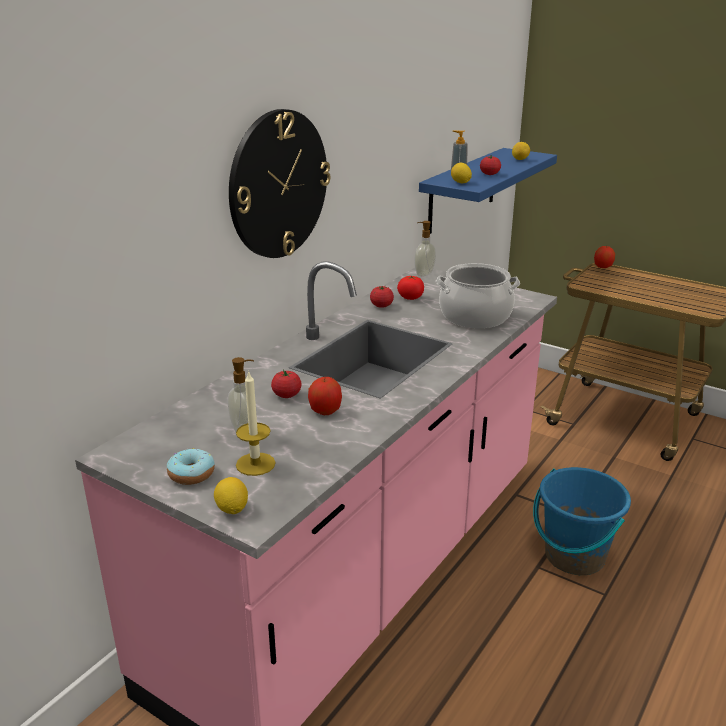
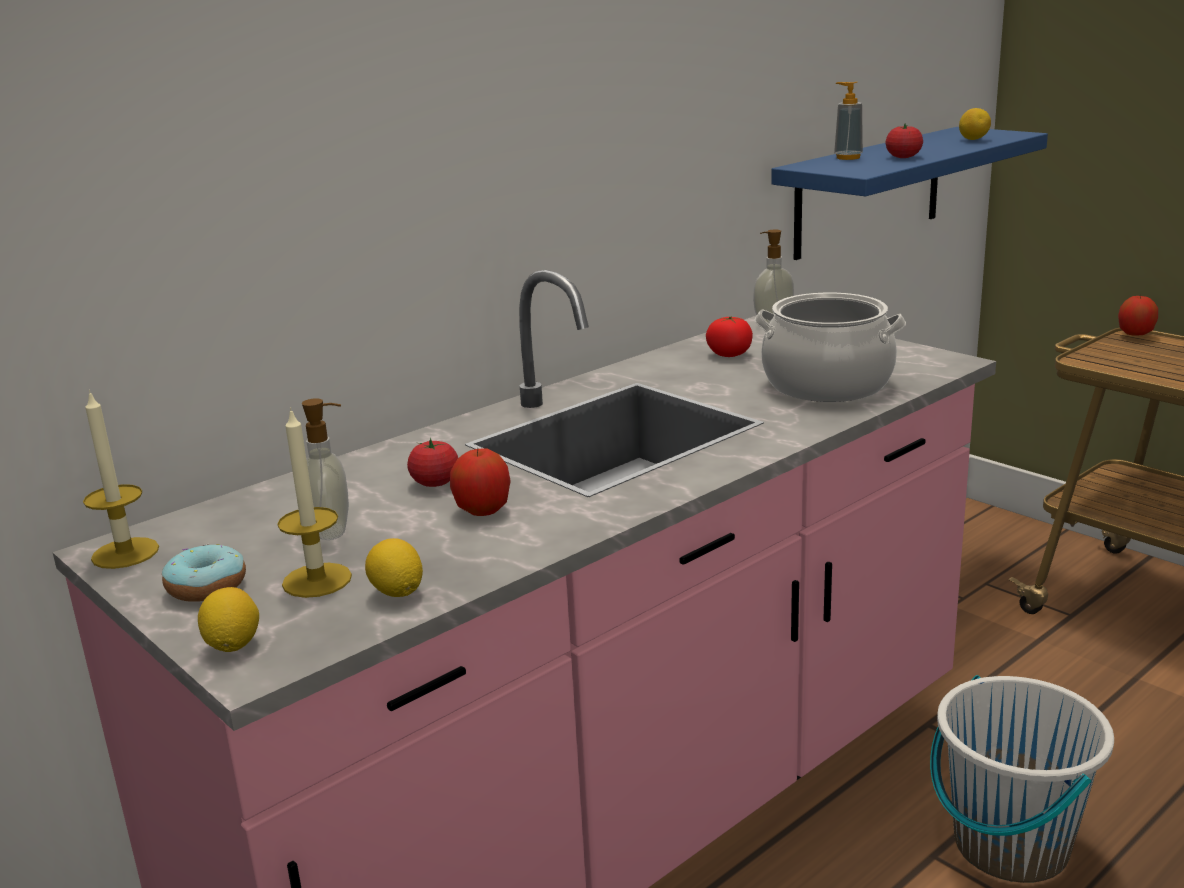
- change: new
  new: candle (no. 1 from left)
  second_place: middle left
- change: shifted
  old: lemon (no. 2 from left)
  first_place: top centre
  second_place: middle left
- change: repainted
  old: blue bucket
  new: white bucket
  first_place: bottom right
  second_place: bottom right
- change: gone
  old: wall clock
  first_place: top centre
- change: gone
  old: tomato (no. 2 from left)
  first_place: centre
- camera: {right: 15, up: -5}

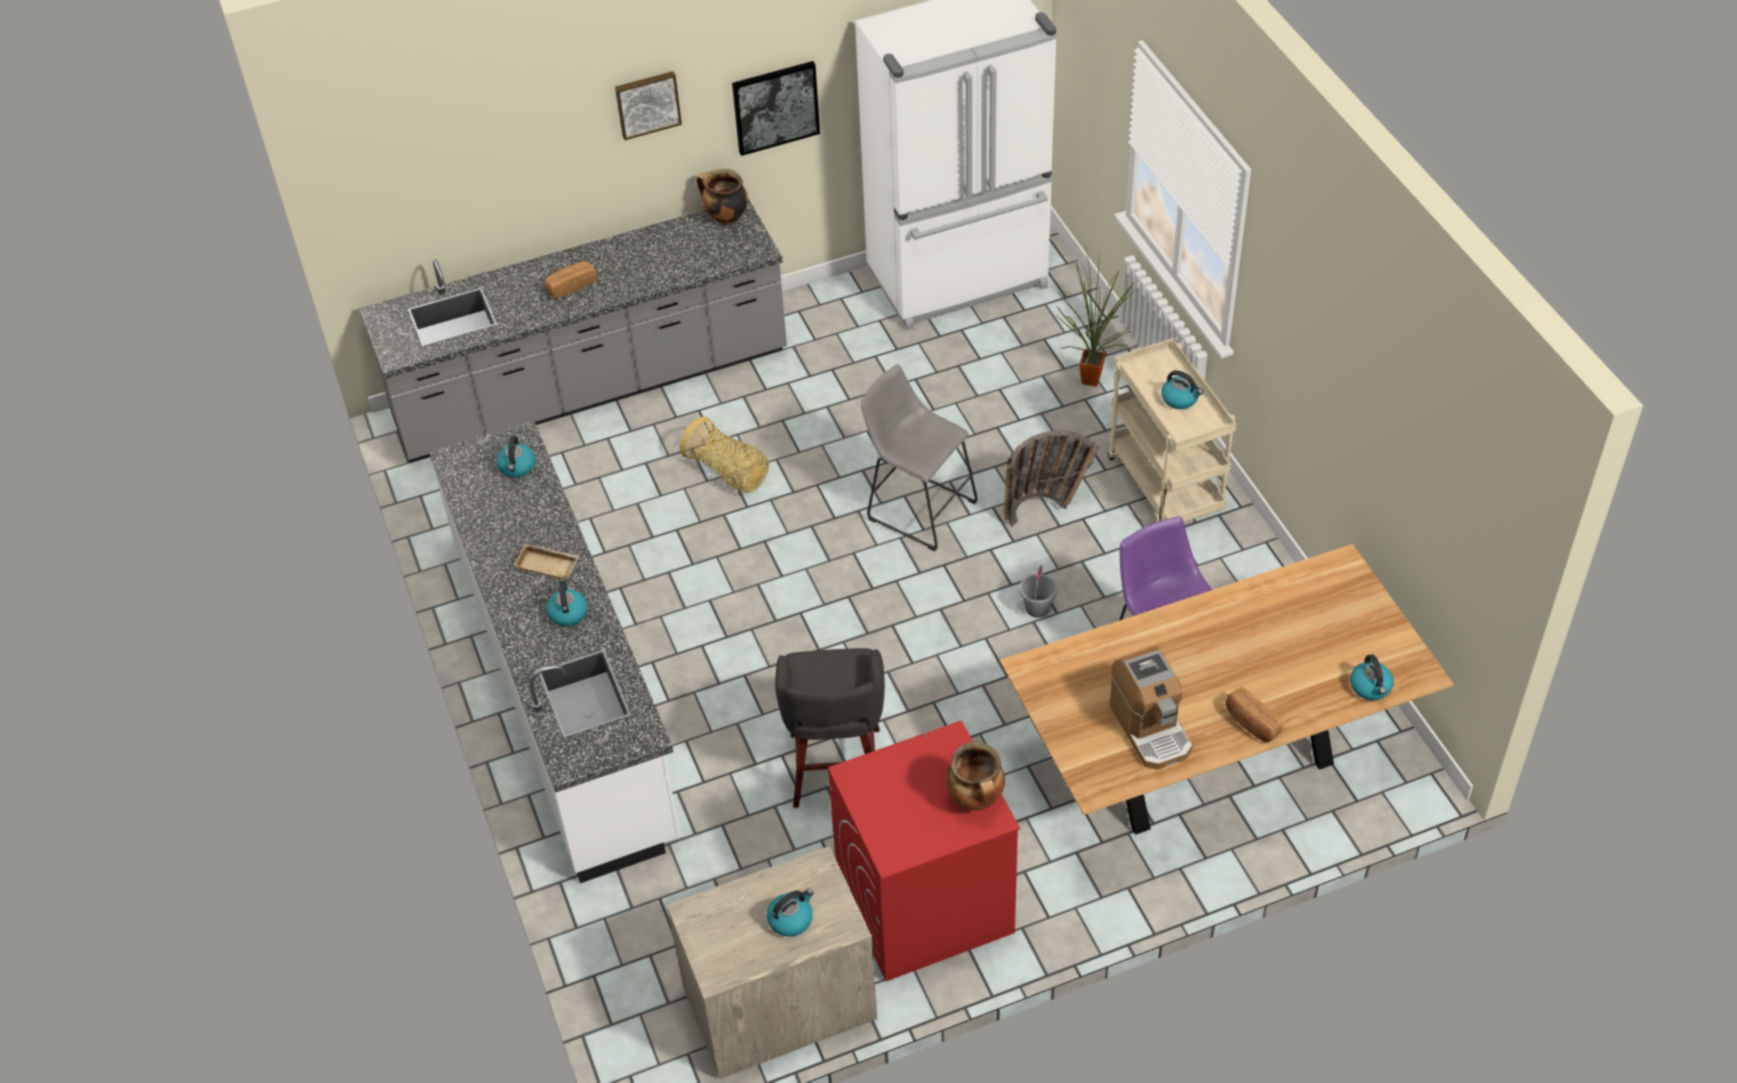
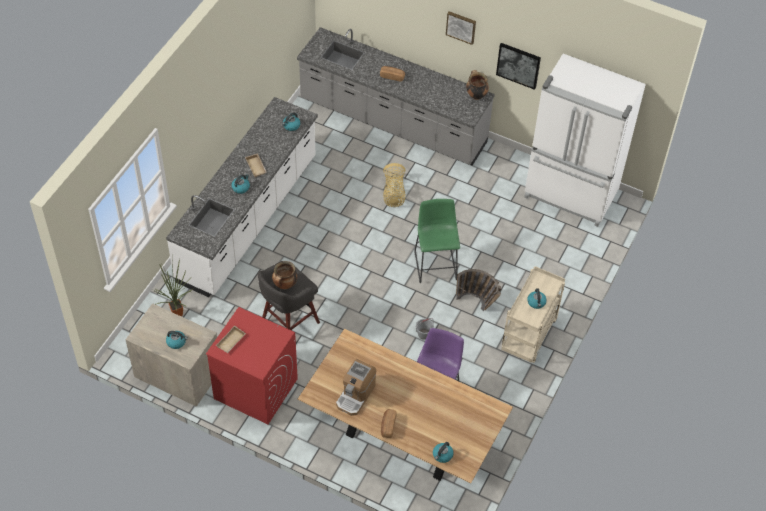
- change: shifted
  old: potted plant
  first_place: top centre
  second_place: middle left
- change: new
  new: beige tray (no. 1 from left)
  second_place: middle left
- change: shifted
  old: cooking pot (no. 2 from left in the first image)
  new: cooking pot (no. 1 from left)
  first_place: bottom centre
  second_place: centre
- change: repainted
  old: grey stool (no. 2 from left)
  new: green stool
  first_place: centre
  second_place: centre
- camera: {right: 45, up: 5}

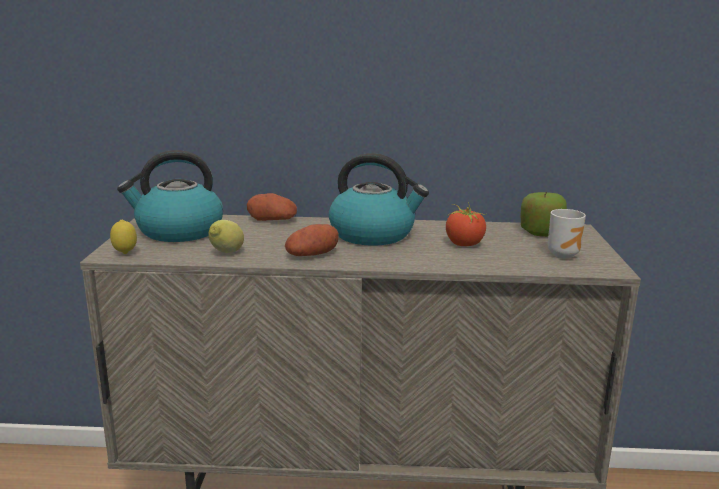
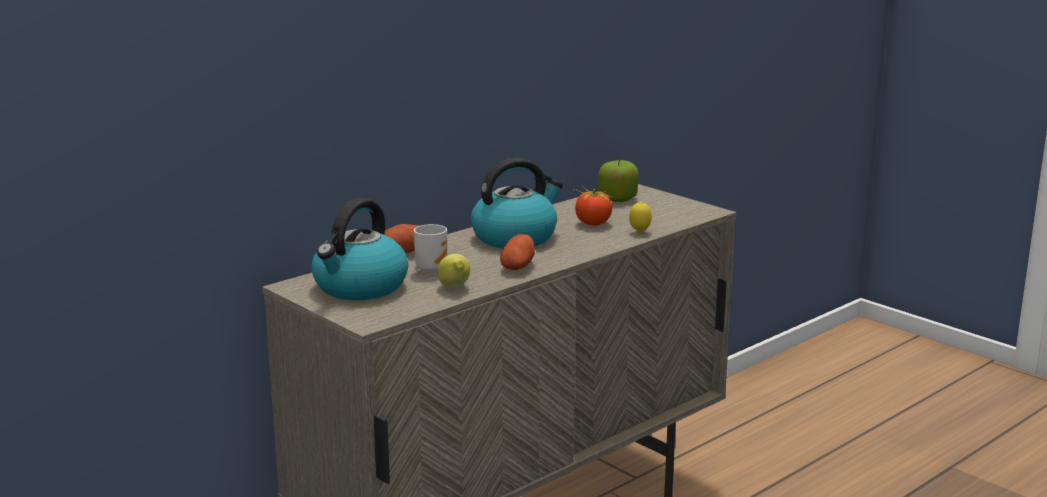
- change: shifted
  old: mug
  first_place: middle right
  second_place: centre
- change: shifted
  old: lemon (no. 1 from left in the first image)
  new: lemon (no. 2 from left)
  first_place: middle left
  second_place: centre
- camera: {right: -45, up: 0}

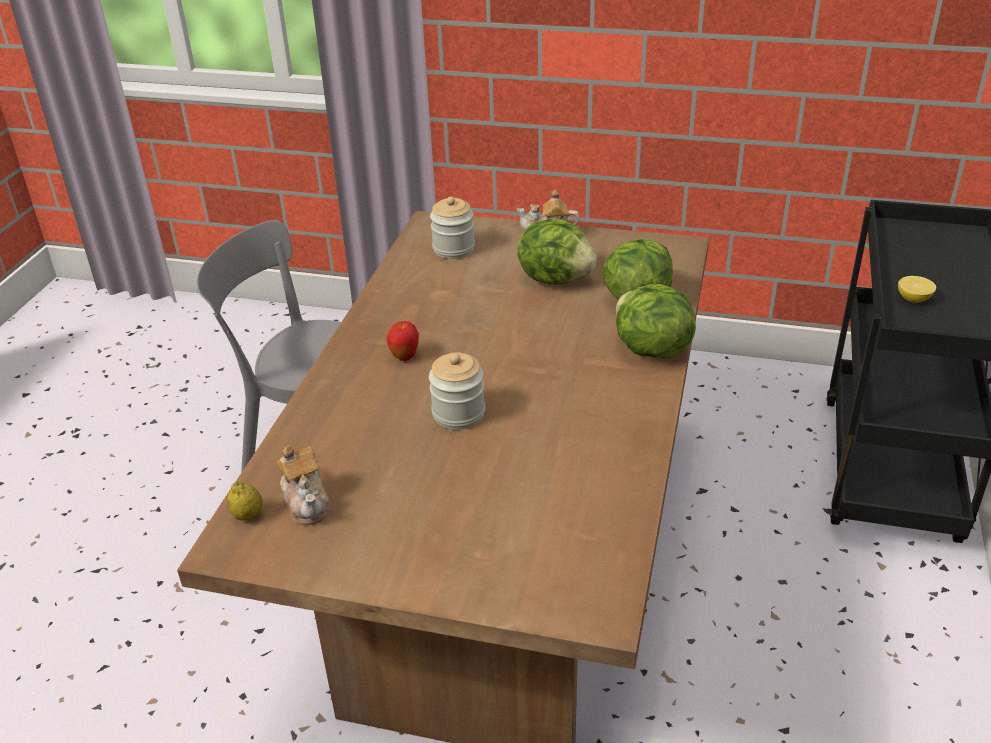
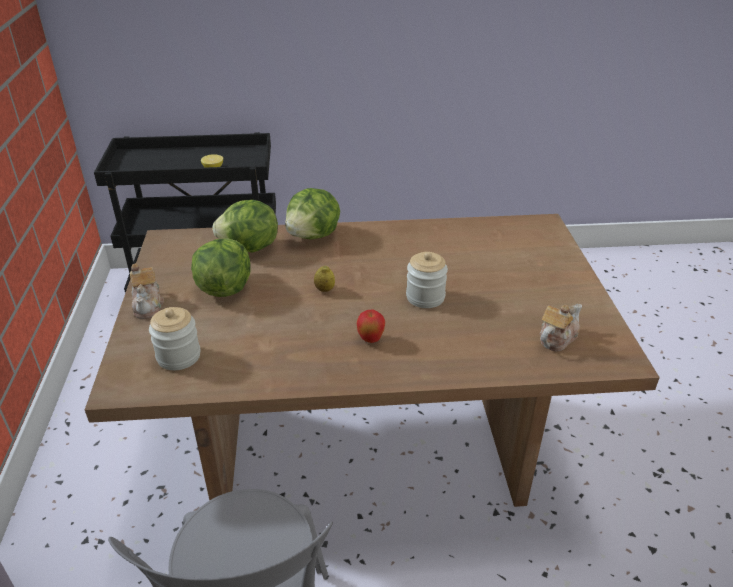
- change: shifted
  old: lemon (no. 1 from left in the first image)
  new: lemon (no. 2 from left)
  first_place: bottom left
  second_place: centre
- camera: {right: -110, up: 0}

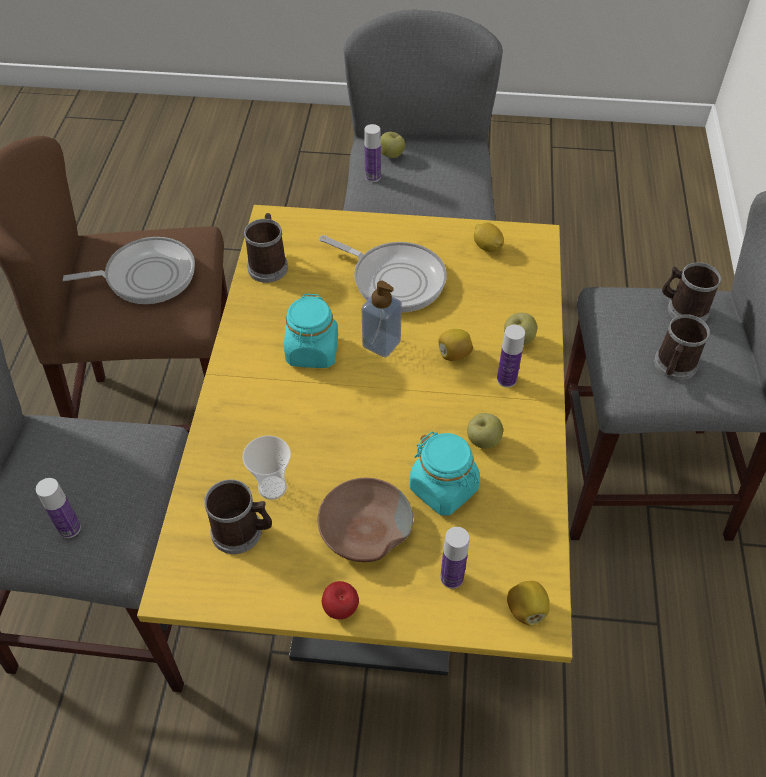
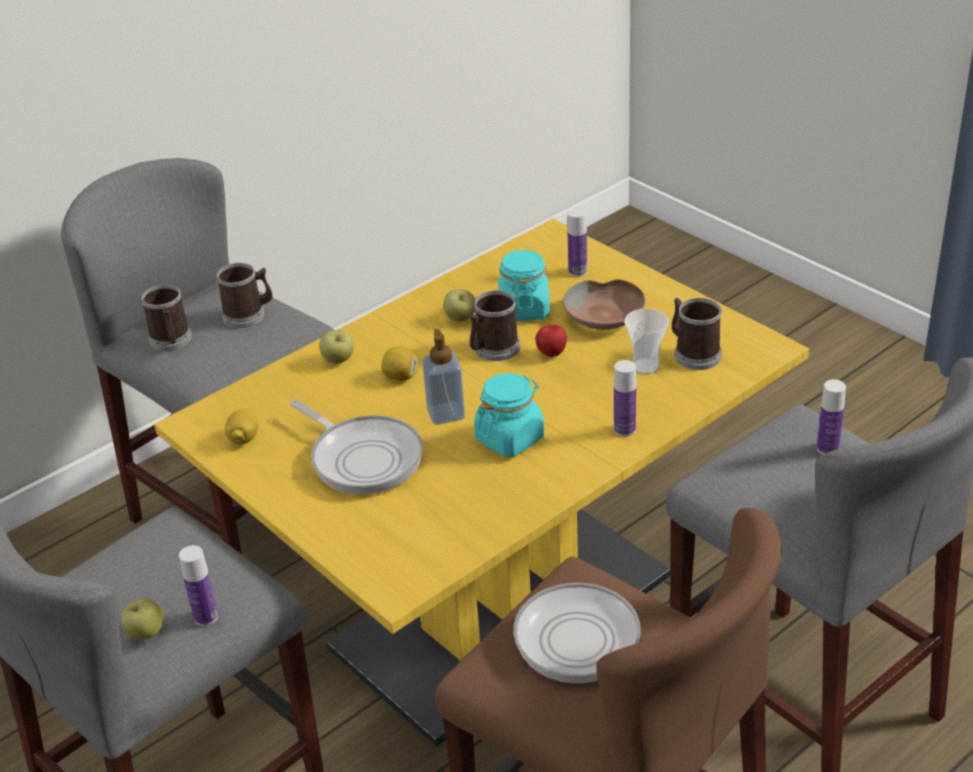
- change: rotated
  old: frying pan (no. 2 from left in the first image)
  first_place: centre
  second_place: centre
  degrees: 150
- change: shifted
  old: mug (no. 2 from left in the first image)
  new: mug (no. 3 from left)
  first_place: top centre
  second_place: centre
- change: shifted
  old: apple (no. 1 from left in the first image)
  new: apple (no. 4 from left)
  first_place: bottom centre
  second_place: centre
- change: shifted
  old: bottle (no. 4 from left in the first image)
  new: bottle (no. 3 from left)
  first_place: middle right
  second_place: centre
- change: gone
  old: lemon (no. 3 from left)
  first_place: bottom right
- camera: {right: -135, up: -15}

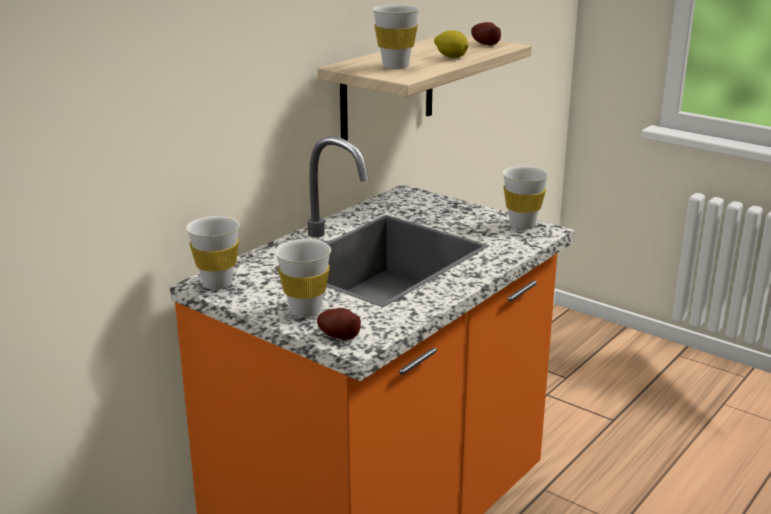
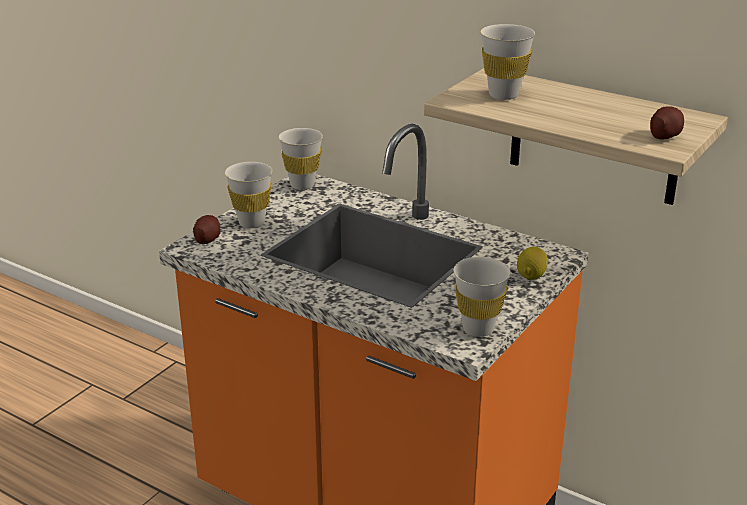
- change: shifted
  old: lemon
  first_place: top centre
  second_place: middle right
- camera: {right: 85, up: 5}

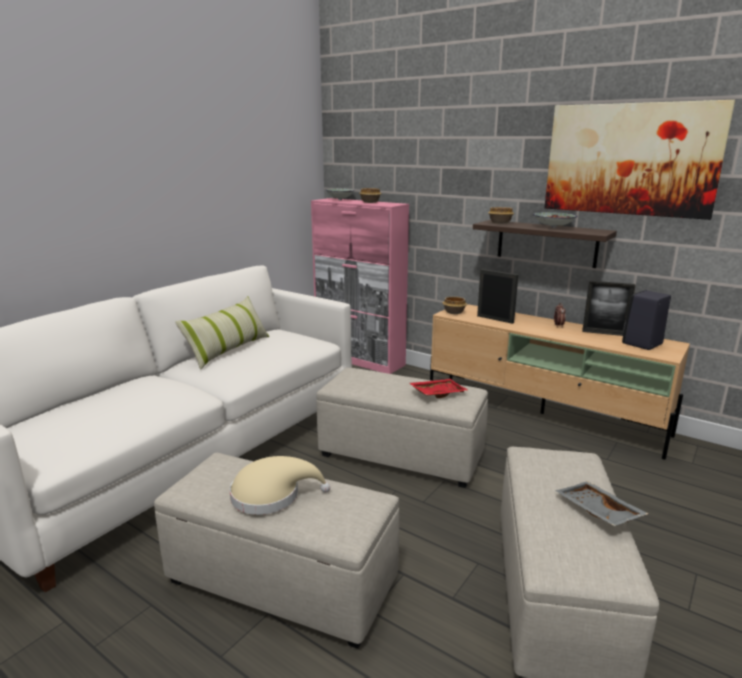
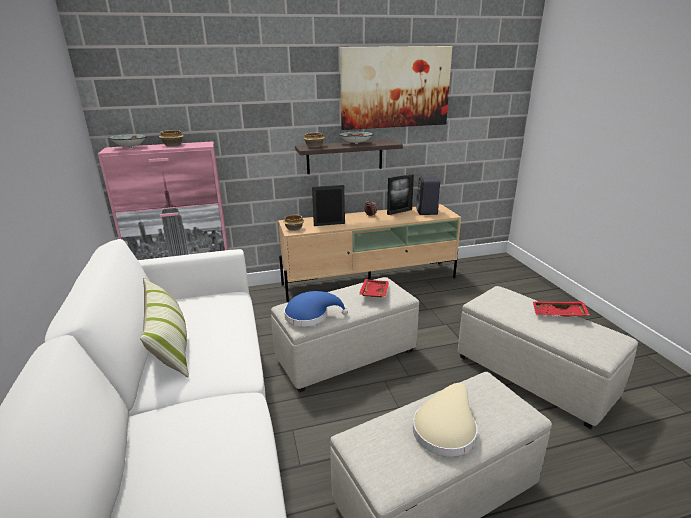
- change: new
  new: blue hat
  second_place: centre
- change: repainted
  old: grey tray
  new: red tray (no. 2 from left)
  first_place: bottom right
  second_place: middle right
- camera: {right: -50, up: 5}

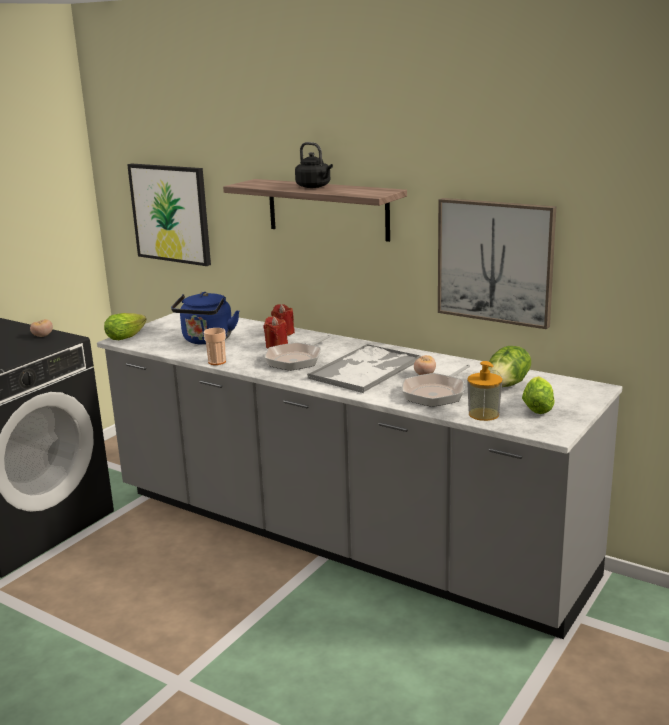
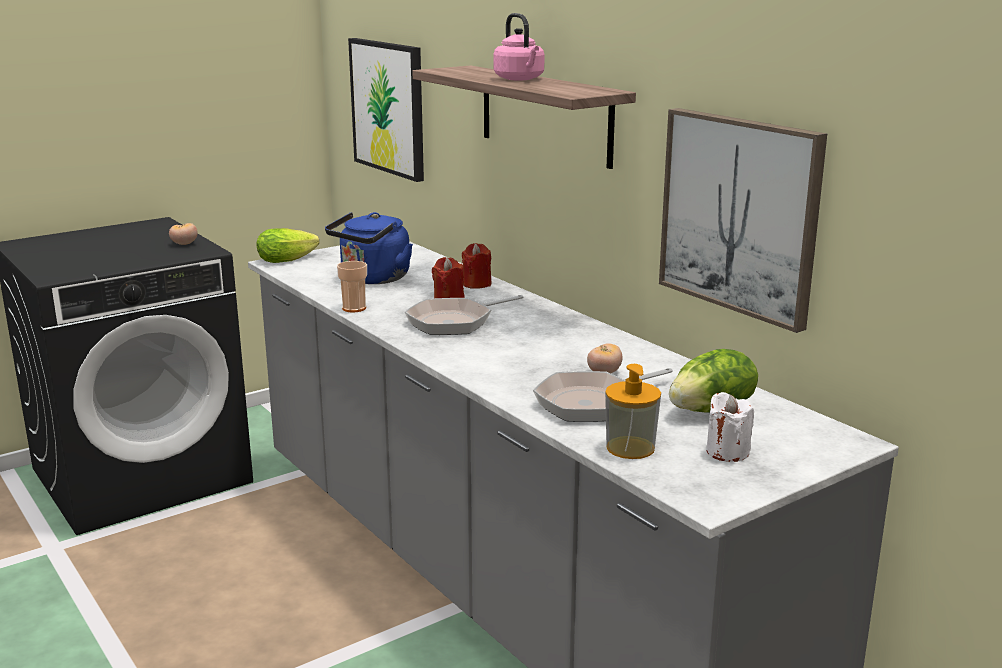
- change: repainted
  old: black kettle
  new: pink kettle
  first_place: top centre
  second_place: top centre
- change: swapped
  old: lettuce (no. 3 from left)
  new: white candle
  first_place: middle right
  second_place: middle right
- change: gone
  old: tray
  first_place: centre
- camera: {right: 20, up: 0}

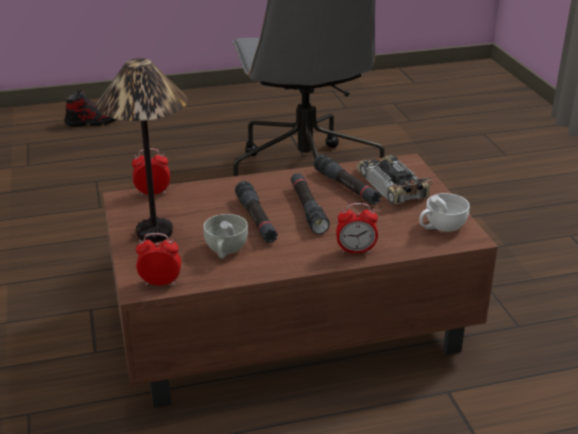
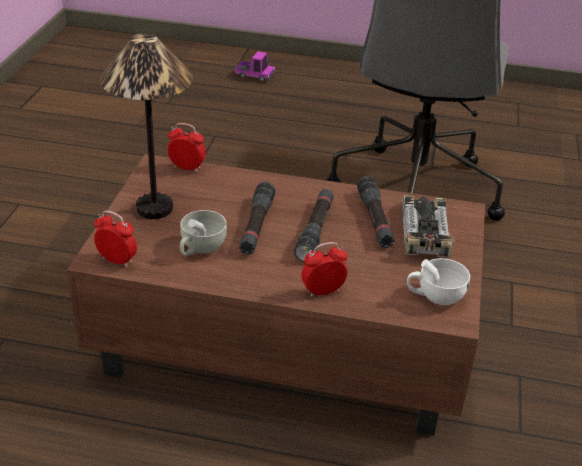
- change: swapped
  old: shoe
  new: toy truck
  first_place: top left
  second_place: top centre
- change: rotated
  old: alarm clock (no. 3 from left)
  first_place: centre
  second_place: centre
  degrees: 135
- camera: {right: 25, up: 5}

